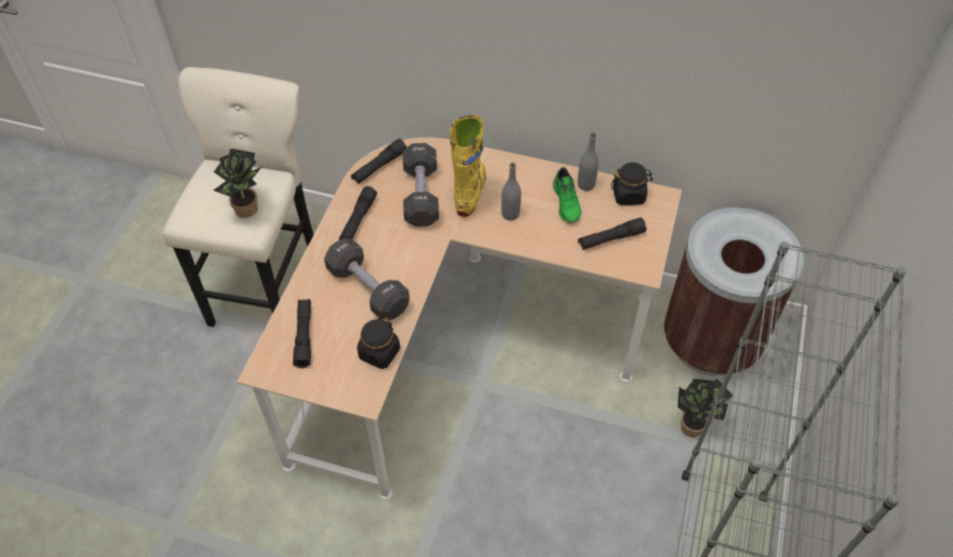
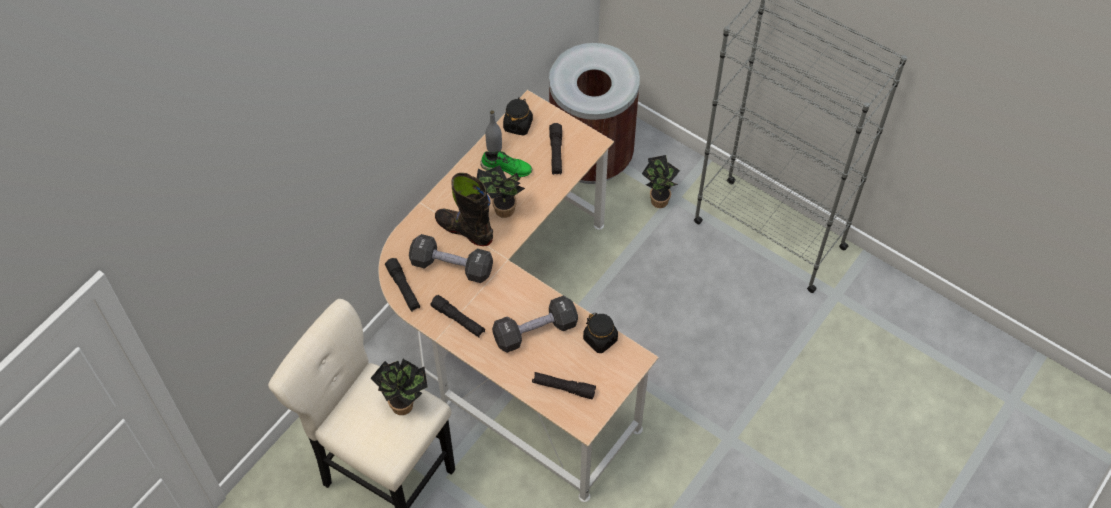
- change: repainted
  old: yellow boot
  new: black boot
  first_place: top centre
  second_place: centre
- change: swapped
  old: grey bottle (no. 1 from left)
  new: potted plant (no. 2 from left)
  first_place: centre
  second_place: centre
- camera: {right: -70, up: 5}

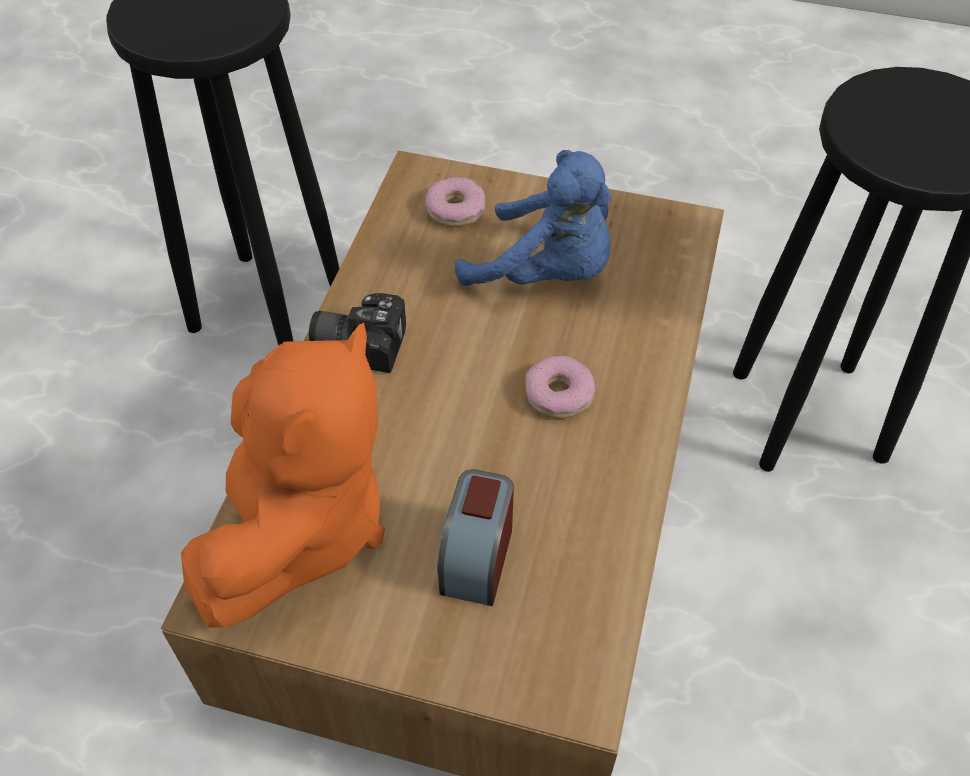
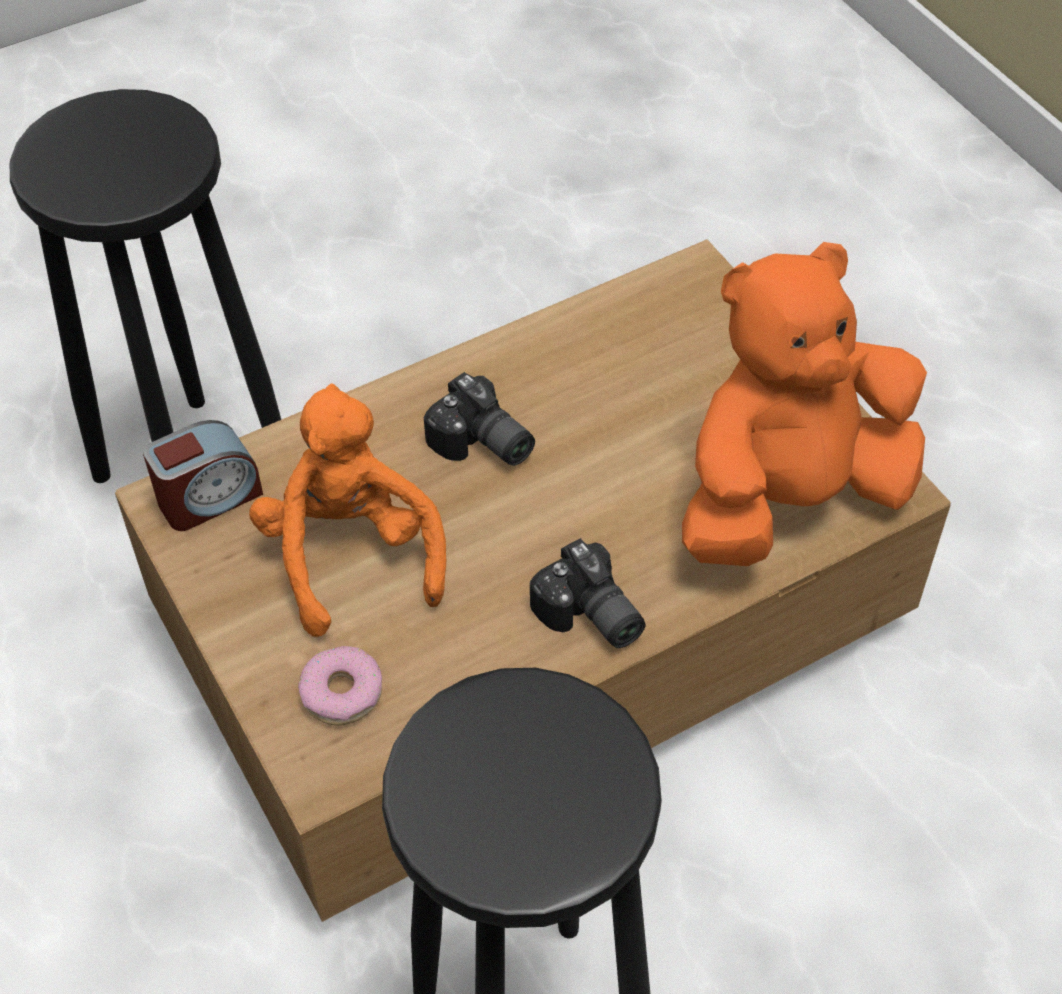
- change: shifted
  old: alarm clock
  first_place: bottom centre
  second_place: middle left
- change: repainted
  old: blue plush toy
  new: orange plush toy (no. 1 from left)
  first_place: top centre
  second_place: middle left
- change: swapped
  old: donut (no. 2 from left)
  new: photo camera (no. 1 from left)
  first_place: centre
  second_place: centre
- camera: {right: -135, up: 0}

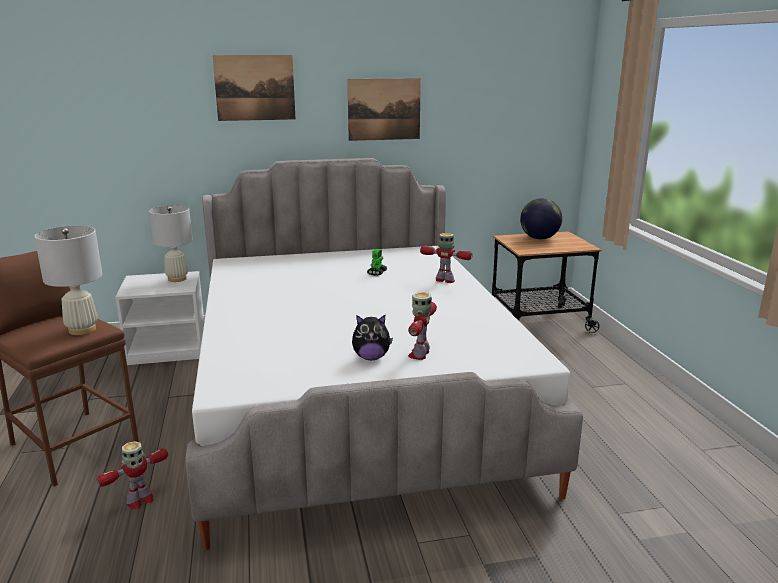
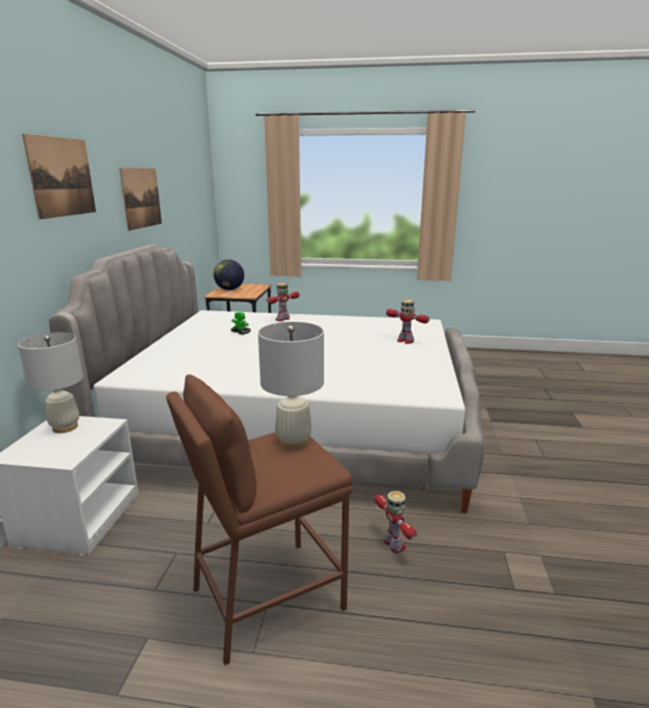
- change: gone
  old: plush toy
  first_place: centre
- camera: {right: -70, up: 0}

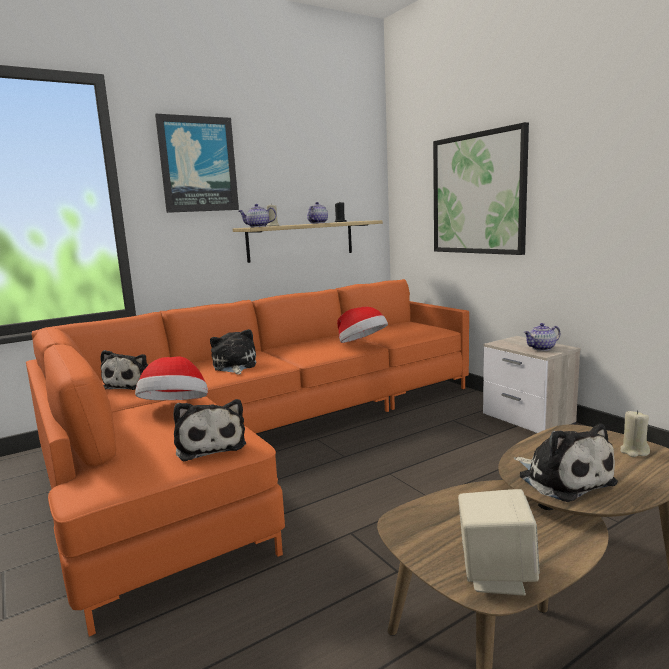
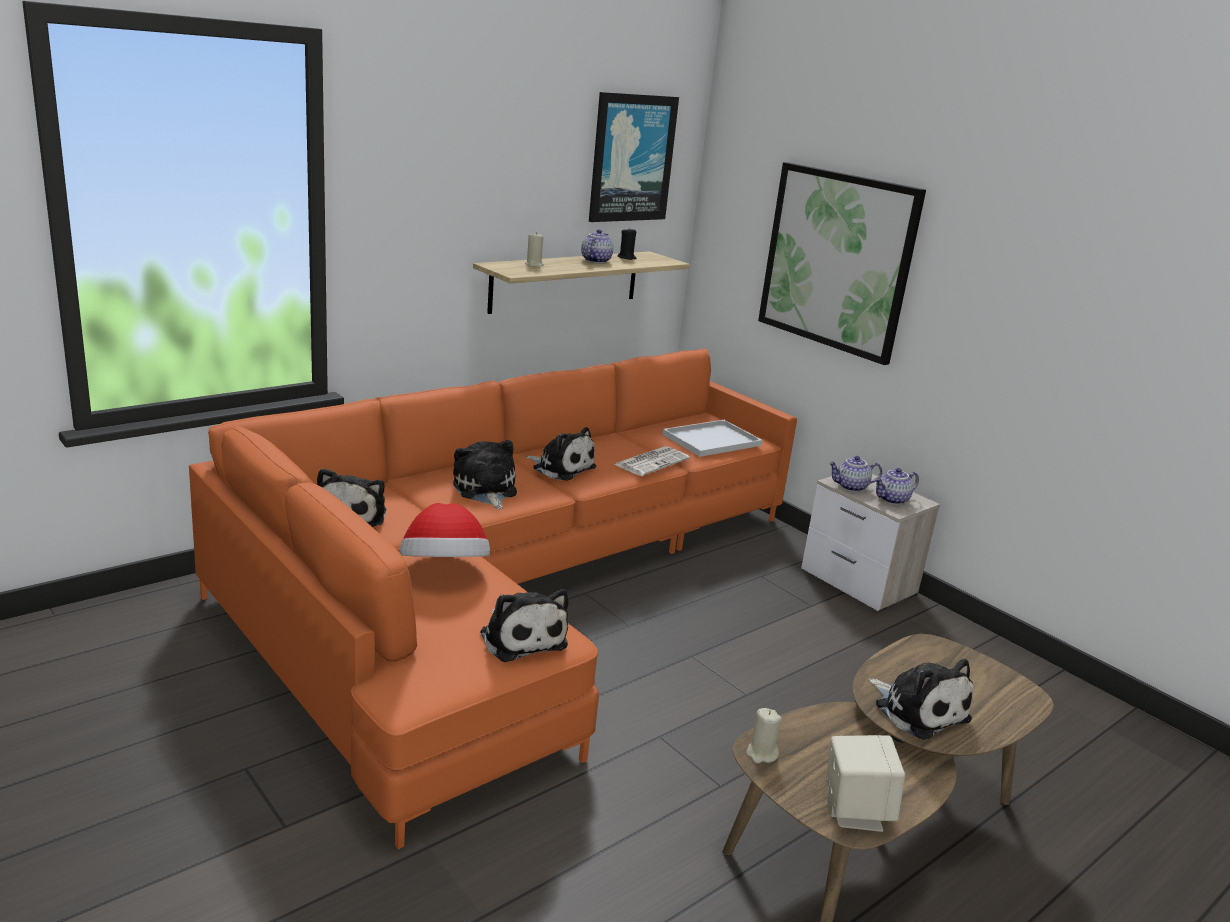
- change: new
  new: plush toy (no. 4 from left)
  second_place: centre
- change: shifted
  old: picture (no. 1 from left)
  first_place: top left
  second_place: top centre
- change: swapped
  old: hat (no. 2 from left)
  new: newspaper
  first_place: centre
  second_place: centre
- change: new
  new: white tray
  second_place: centre
- change: shifted
  old: beige candle (no. 2 from left)
  first_place: middle right
  second_place: bottom centre
- change: shifted
  old: teapot (no. 1 from left in the first image)
  new: teapot (no. 2 from left)
  first_place: top centre
  second_place: middle right
- camera: {right: -10, up: 10}

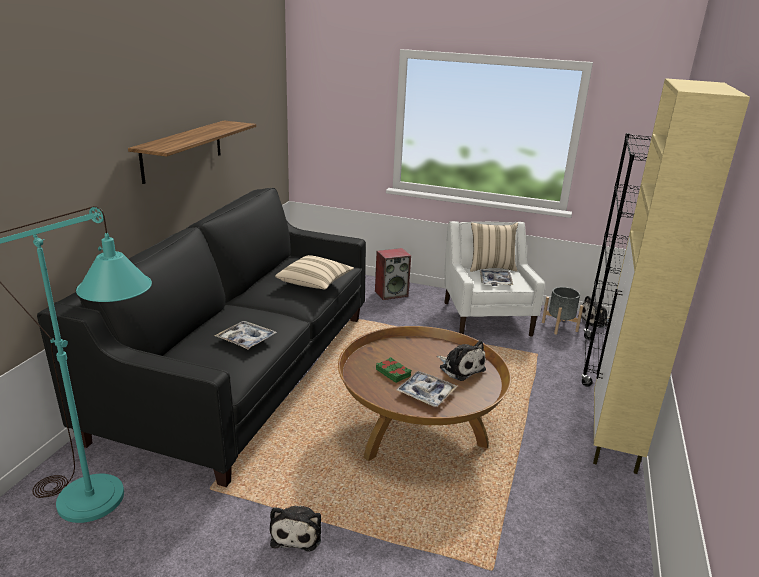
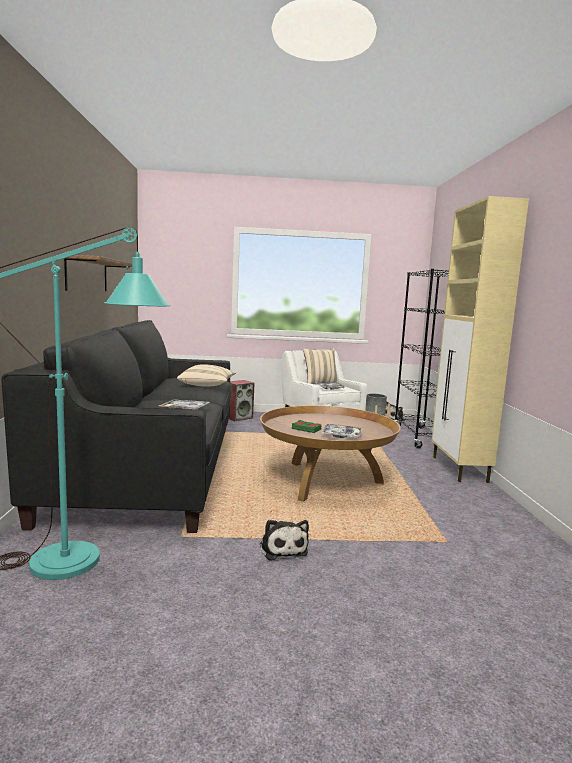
- change: gone
  old: plush toy (no. 2 from left)
  first_place: centre
- camera: {right: -20, up: -15}

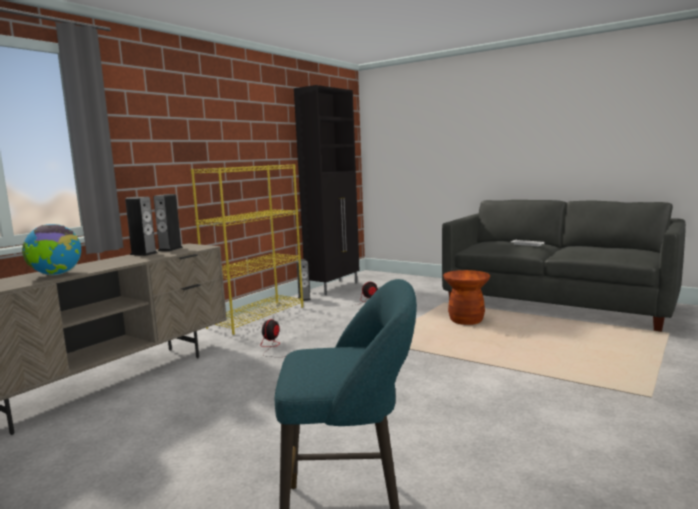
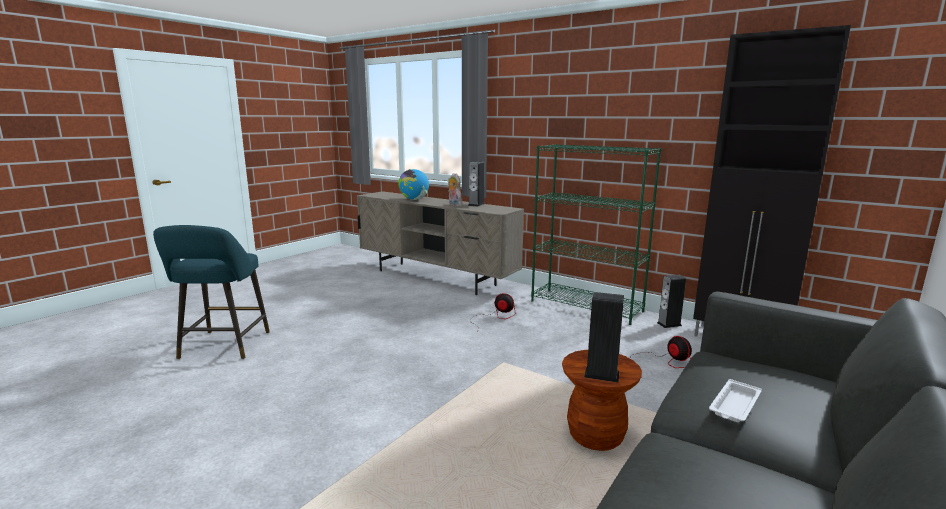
- change: new
  new: plush toy
  second_place: centre
- change: repainted
  old: yellow bookcase
  new: green bookcase
  first_place: centre
  second_place: centre
- change: shifted
  old: speaker (no. 2 from left)
  first_place: middle left
  second_place: centre
- camera: {right: 90, up: 5}

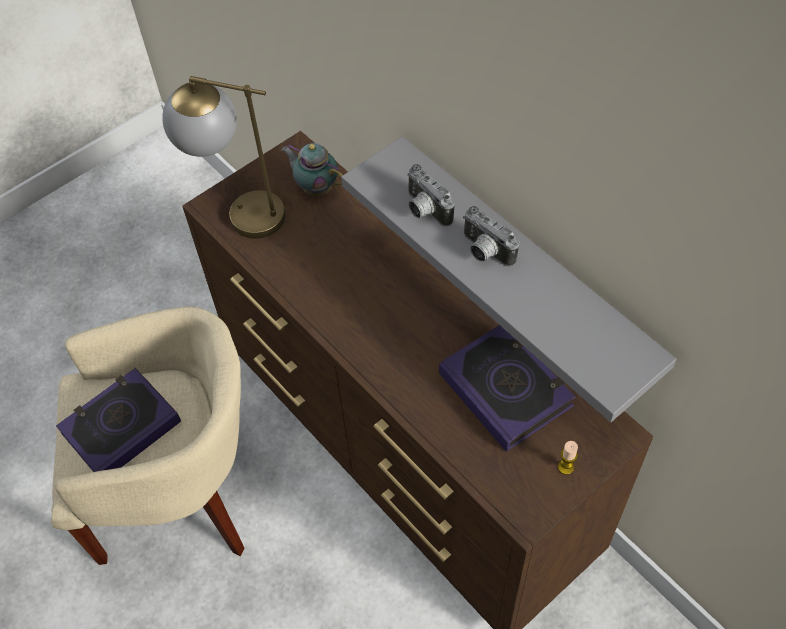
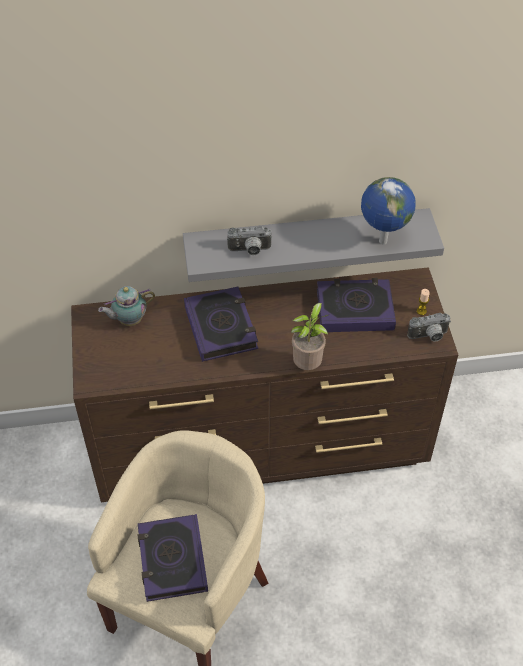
- change: new
  new: book (no. 2 from left)
  second_place: centre
- change: new
  new: potted plant
  second_place: centre
- change: new
  new: globe
  second_place: top right
- change: shifted
  old: photo camera (no. 2 from left)
  first_place: centre
  second_place: middle right
- change: gone
  old: table lamp
  first_place: top left
- camera: {right: -60, up: -5}

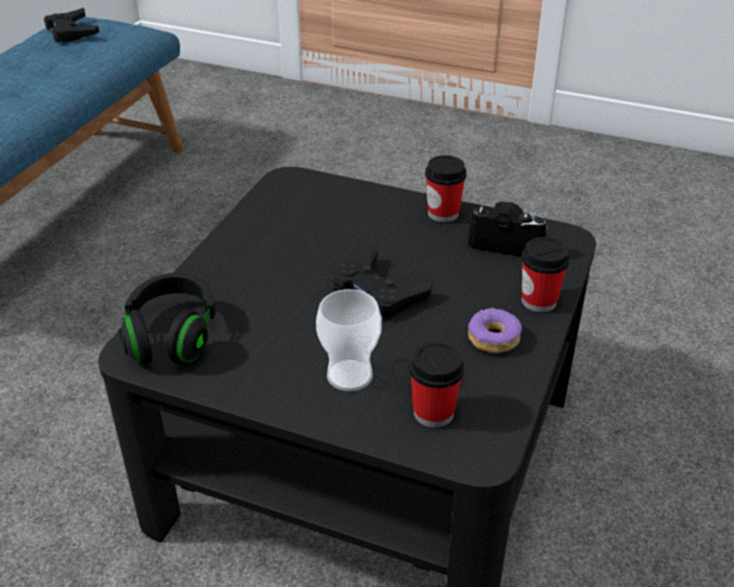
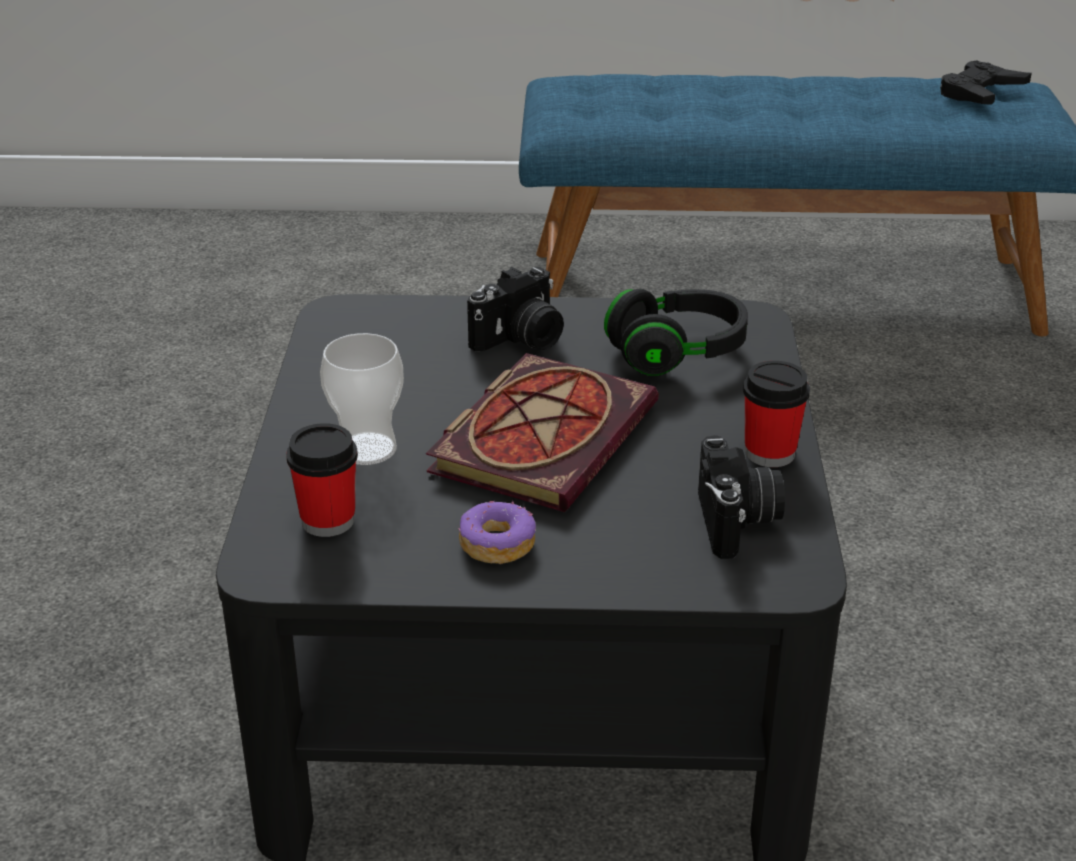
- change: swapped
  old: black game controller (no. 2 from left)
  new: book
  first_place: centre
  second_place: centre
- change: new
  new: photo camera (no. 1 from left)
  second_place: centre
- change: shifted
  old: black headphones
  first_place: middle left
  second_place: centre
- change: gone
  old: cup (no. 4 from left)
  first_place: middle right
- camera: {right: 70, up: -5}

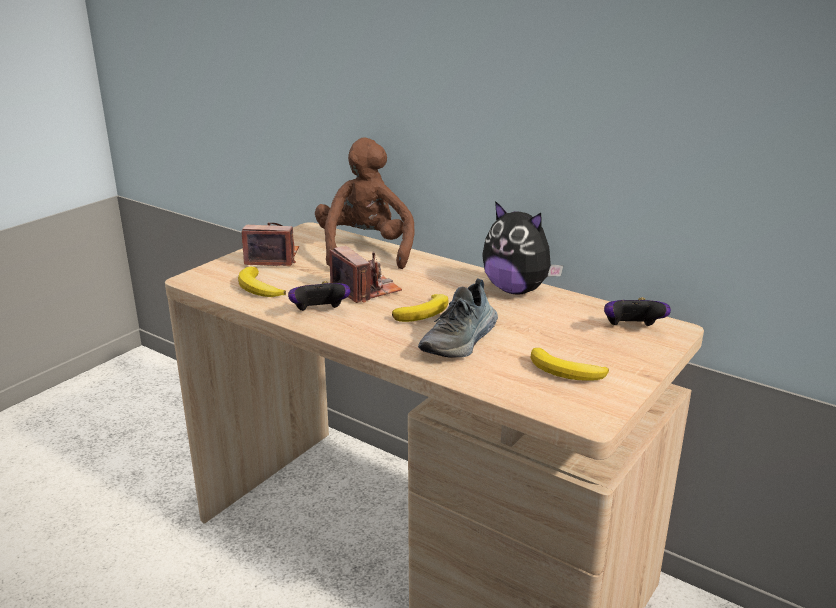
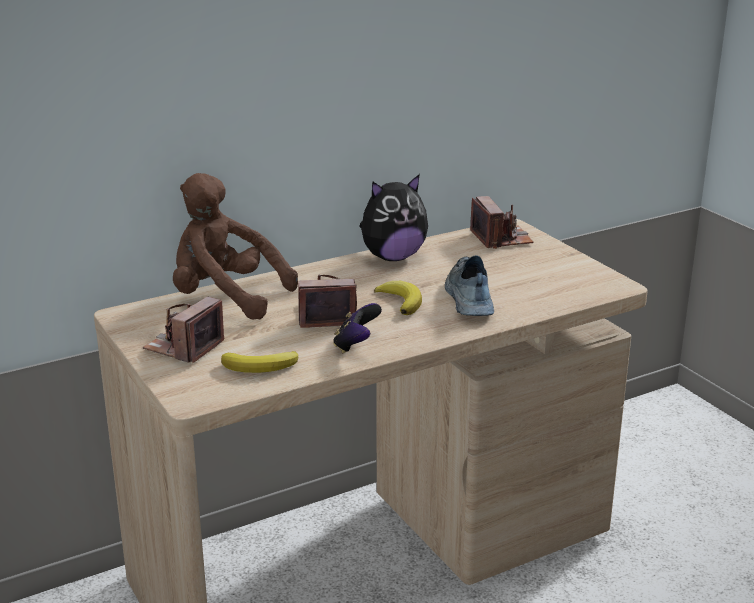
- change: rotated
  old: shoe
  first_place: centre
  second_place: centre
  degrees: -150
- change: swapped
  old: game controller (no. 2 from left)
  new: photo camera (no. 3 from left)
  first_place: middle right
  second_place: centre
- change: gone
  old: banana (no. 3 from left)
  first_place: middle right
- camera: {right: -65, up: 0}

